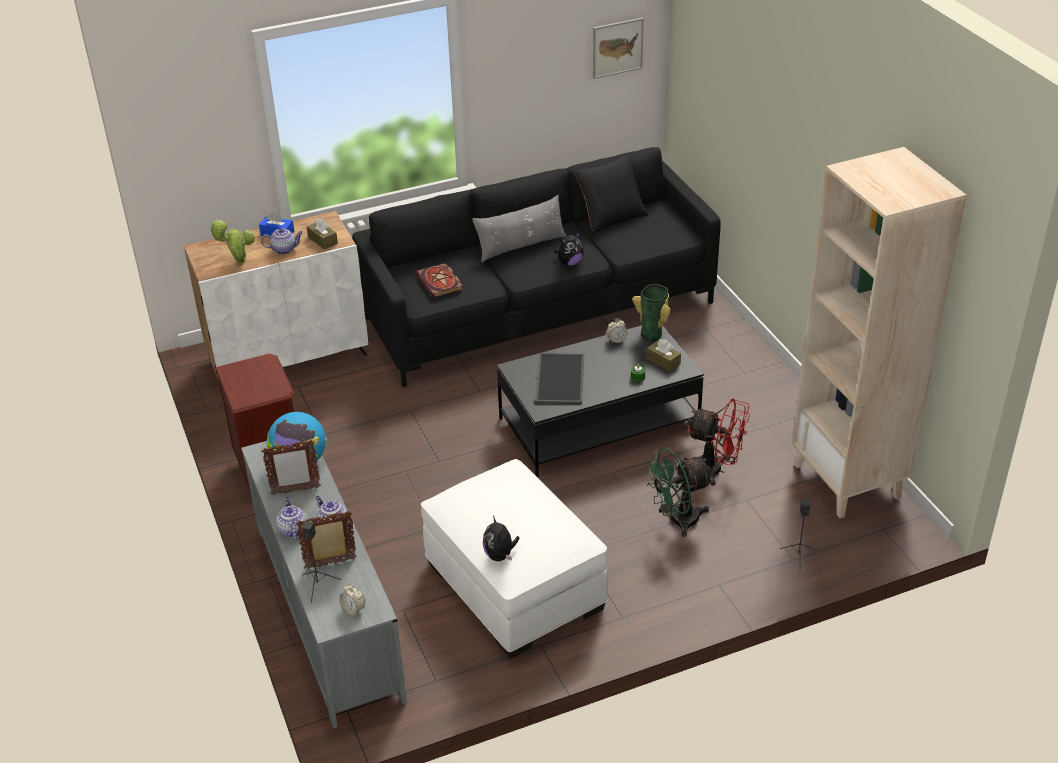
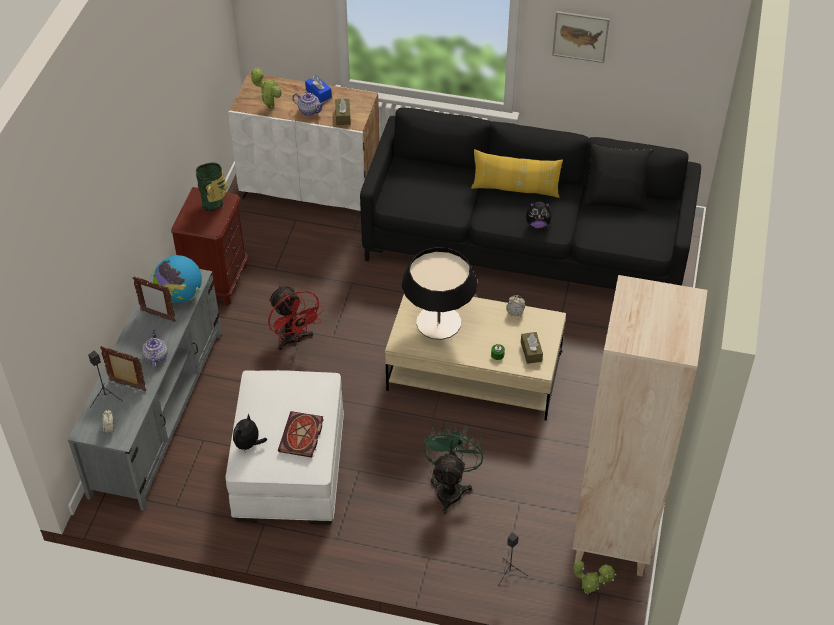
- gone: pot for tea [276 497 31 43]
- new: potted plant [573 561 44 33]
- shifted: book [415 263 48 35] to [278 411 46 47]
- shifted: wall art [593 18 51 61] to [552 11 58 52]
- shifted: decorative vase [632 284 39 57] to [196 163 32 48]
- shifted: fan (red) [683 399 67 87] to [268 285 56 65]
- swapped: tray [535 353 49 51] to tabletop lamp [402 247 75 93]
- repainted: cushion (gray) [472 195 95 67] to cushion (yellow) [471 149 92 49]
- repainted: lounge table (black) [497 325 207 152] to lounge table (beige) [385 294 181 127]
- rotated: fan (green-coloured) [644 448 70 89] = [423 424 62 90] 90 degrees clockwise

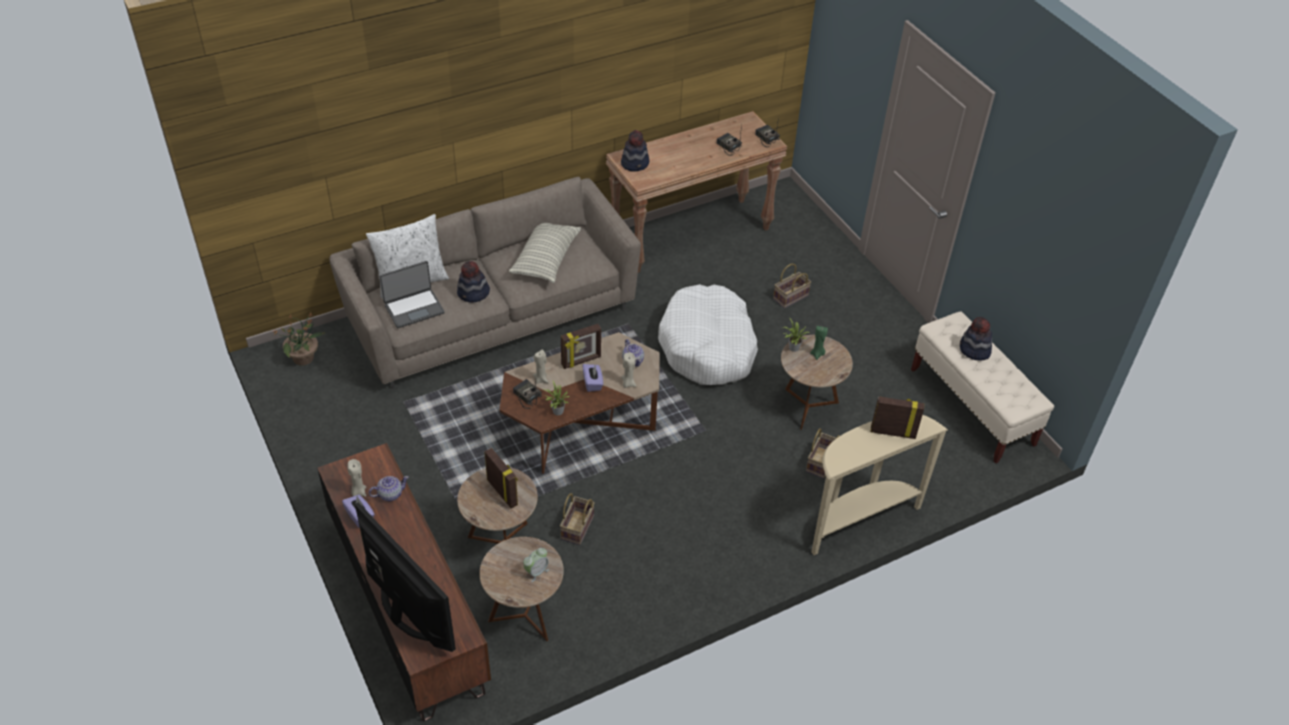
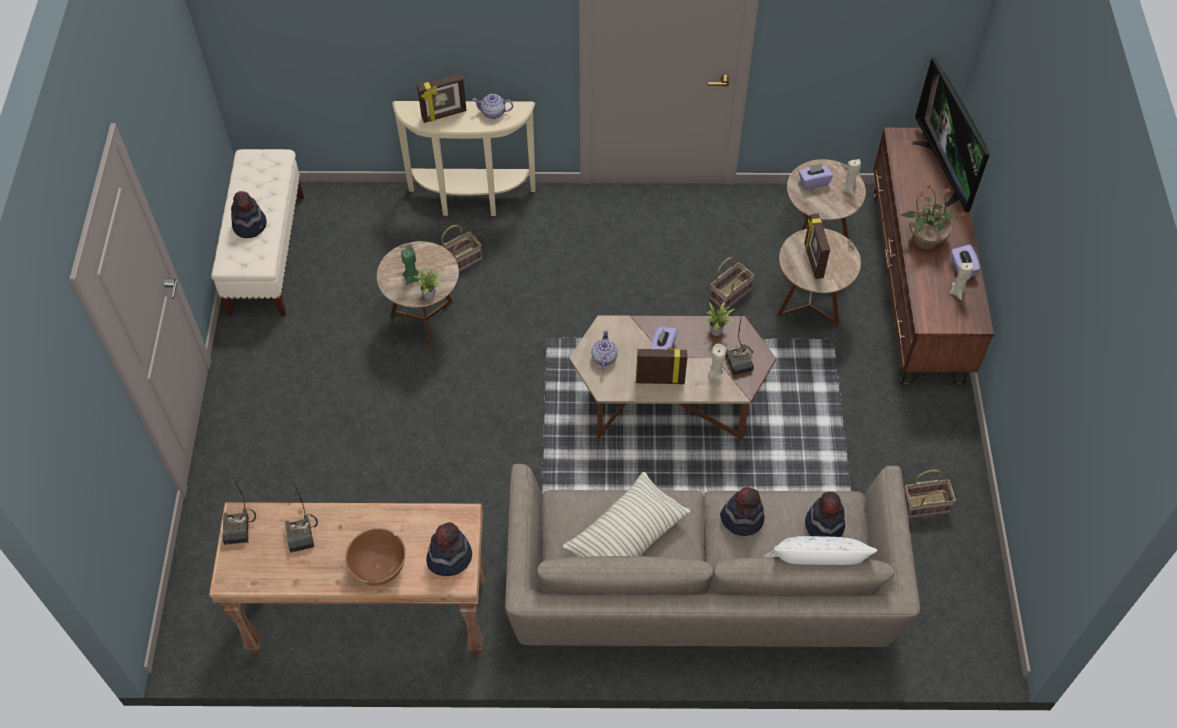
- gone: dog cushion (white) [658 284 100 101]
- new: deep dish (brownish) [345 528 61 58]
- shifted: potted plant [273 311 53 55] to [899 183 65 67]
- shifted: pot for tea [369 476 40 25] to [472 94 41 25]
- shifted: wax candle (beige) [621 352 15 36] to [842 159 19 37]
- shifted: basket [773 263 38 45] to [904 470 52 49]
- swapped: portable computer [380 261 65 67] to clothing hat [805 492 40 45]
- swapped: alarm clock [523 548 26 34] to tissue holder (purple-coloured) [799 164 34 26]
- rotated: picture frame [871 396 53 43] = [417 73 50 50] 60 degrees counterclockwise

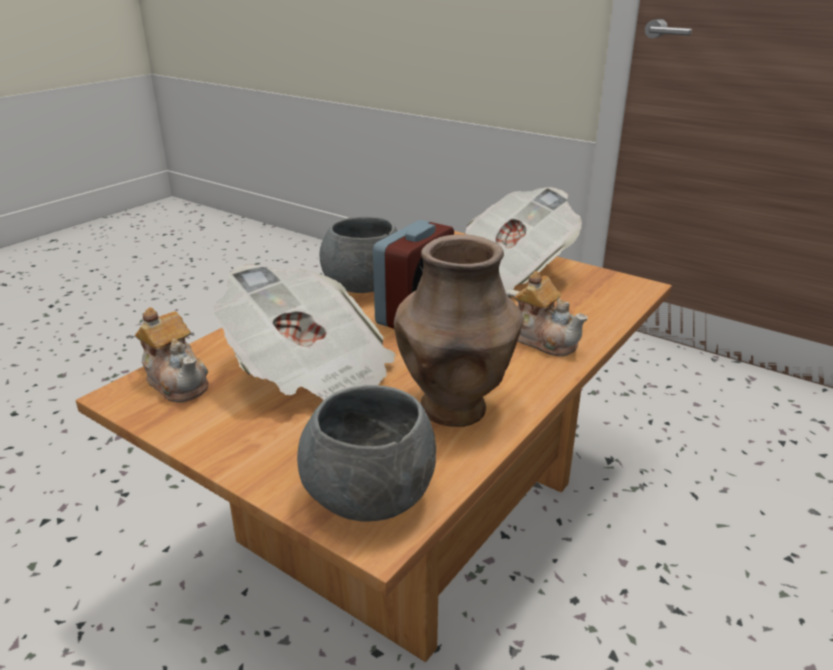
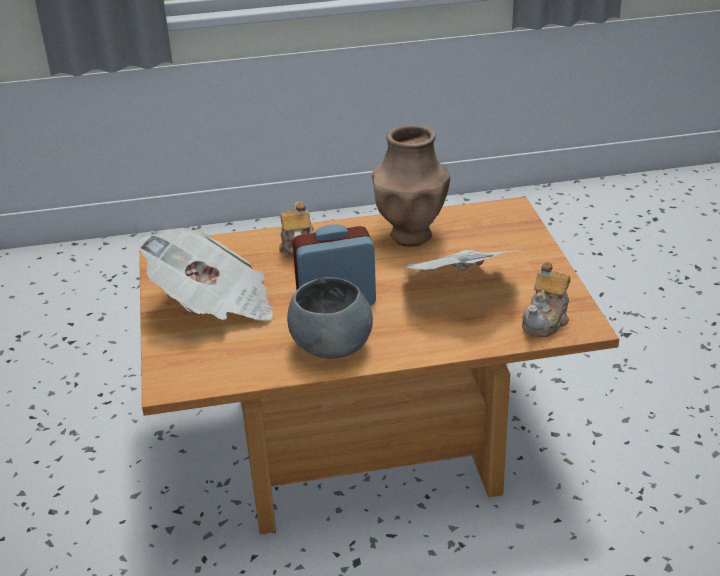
- gone: deep dish (gray) [297 385 139 137]
- rotated: pot for tea [135 307 74 96] = [522 261 49 76] 150 degrees counterclockwise

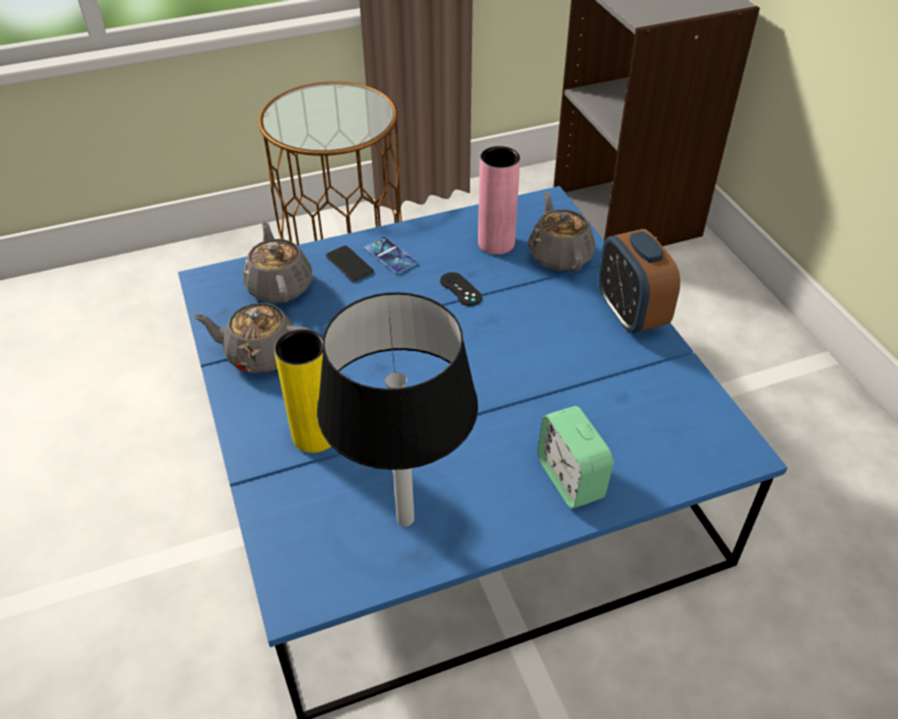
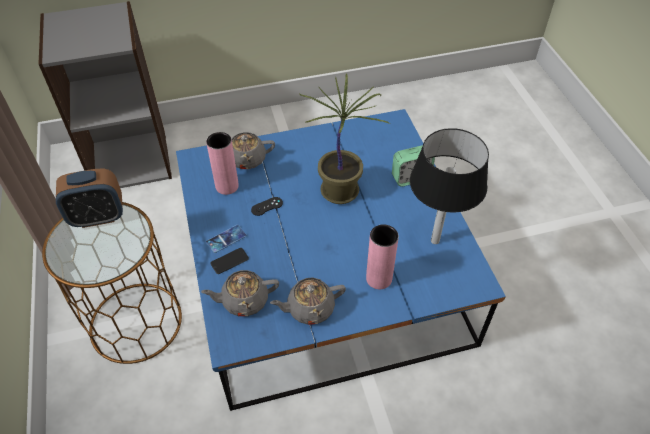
- new: potted plant [300 74 90 130]
- shifted: alarm clock [598 229 82 104] to [56 168 67 60]
- repainted: decorative vase (yellow) [274 329 57 124] to decorative vase (pink-coloured) [366 224 33 65]
- rotated: pot for tea (gray) [193 303 119 70] = [270 277 76 48] 60 degrees clockwise

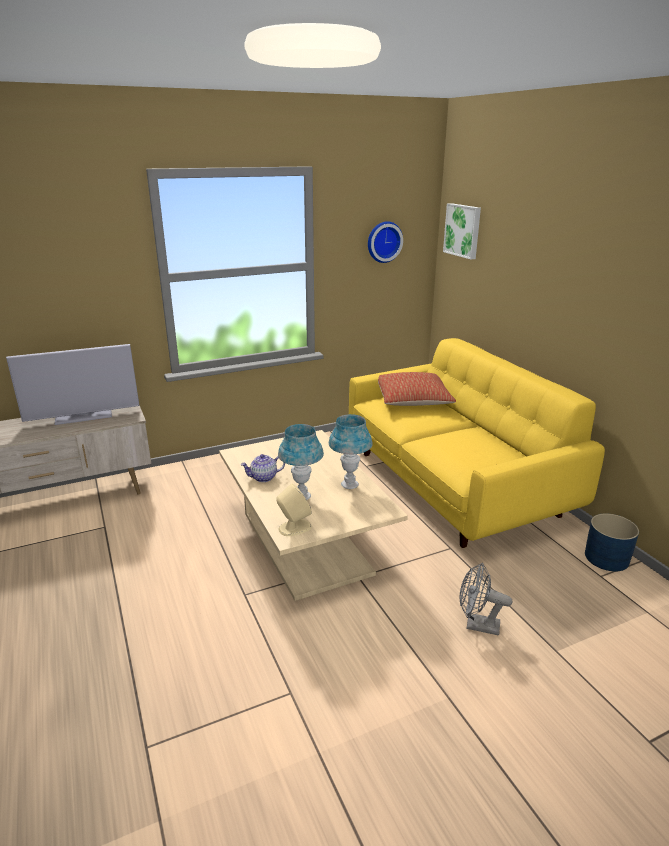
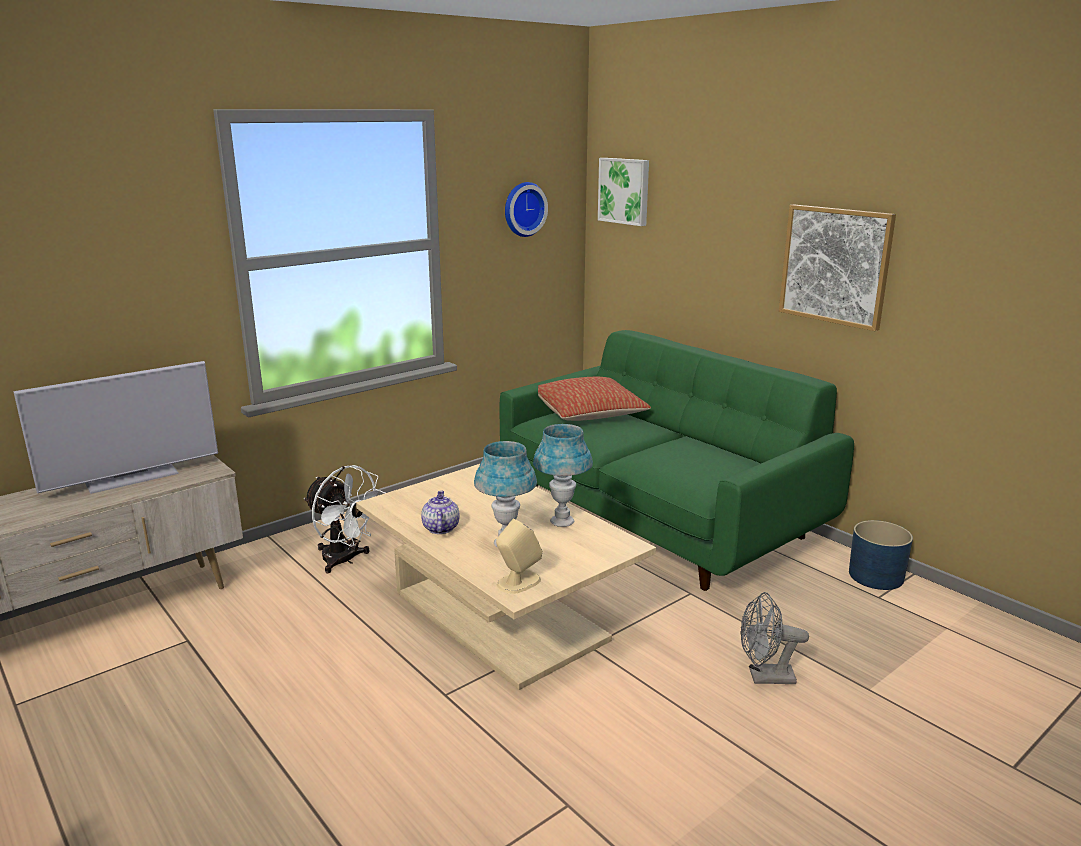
- new: fan (white) [304 465 81 108]
- new: wall art [779 205 117 126]
- repainted: couch (yellow) [349 338 256 210] to couch (green-coloured) [500 330 354 261]
- rotated: pot for tea [241 454 44 28] = [421 491 39 43] 120 degrees clockwise

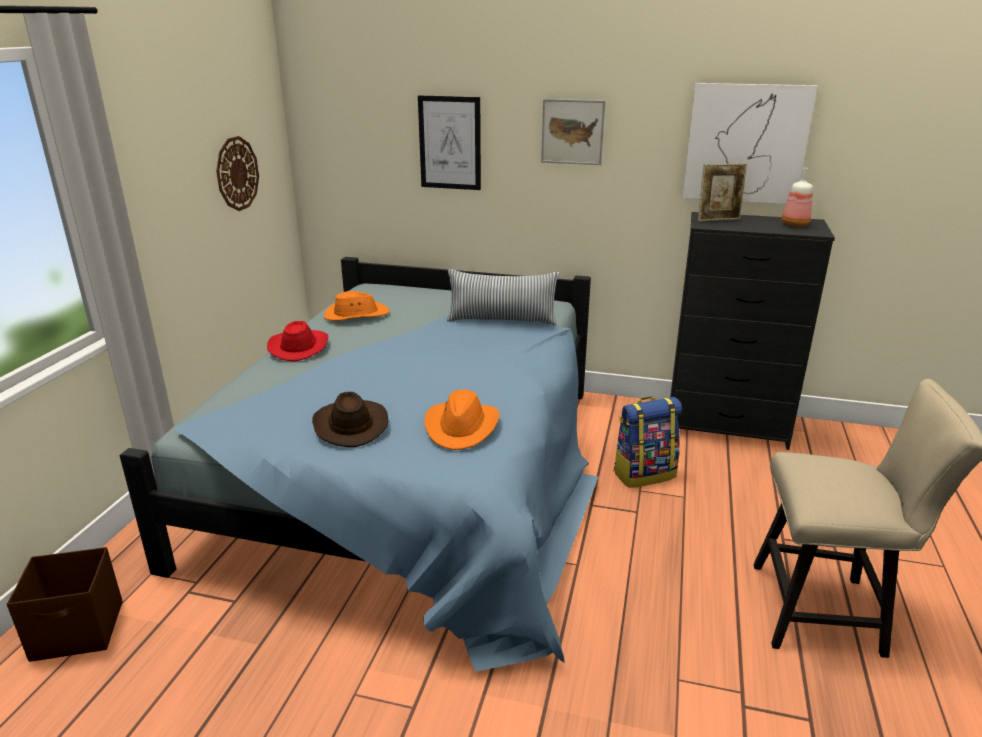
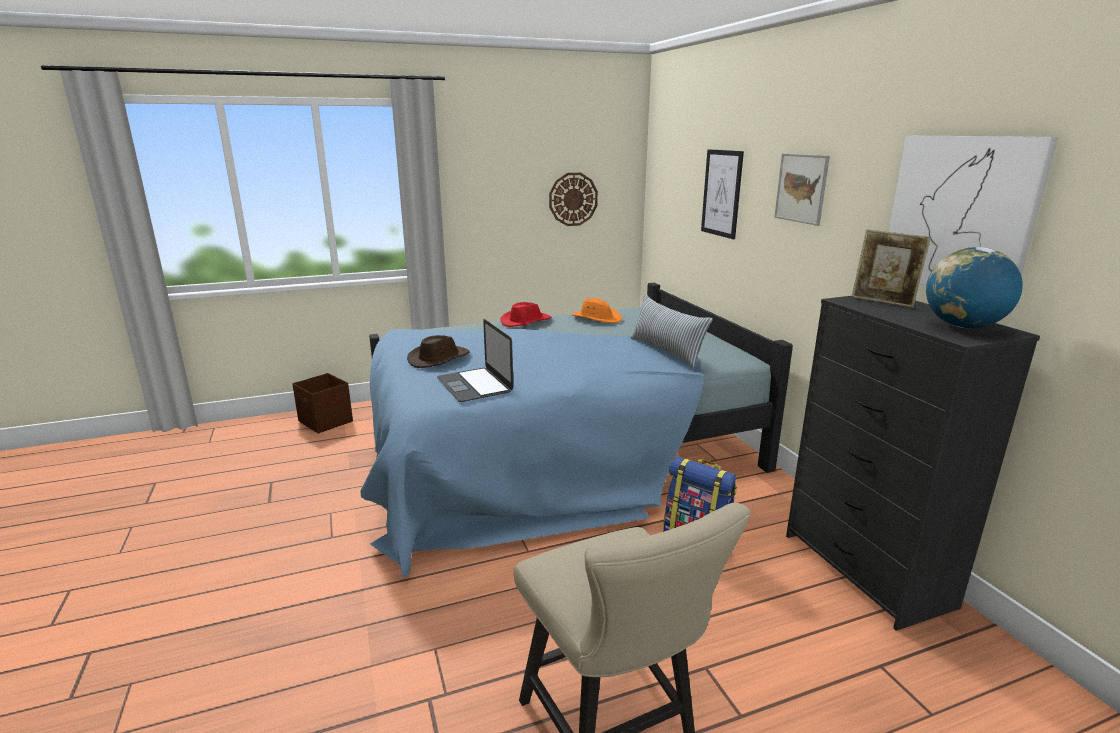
- swapped: clothing hat (orangey) [424 390 75 60] to portable computer [437 319 76 83]
- swapped: drink bottle [782 168 31 59] to globe [926 247 97 82]

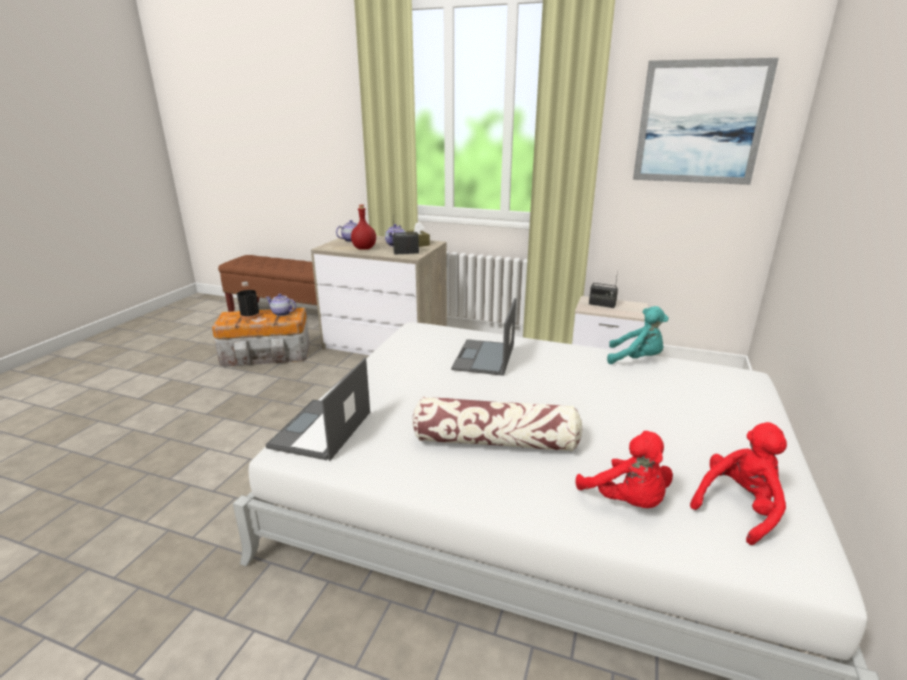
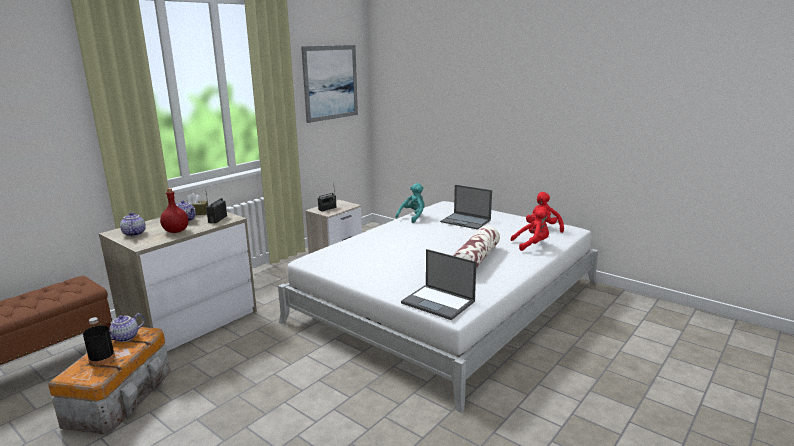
- shifted: portable computer [451 298 65 78] to [440 185 52 45]

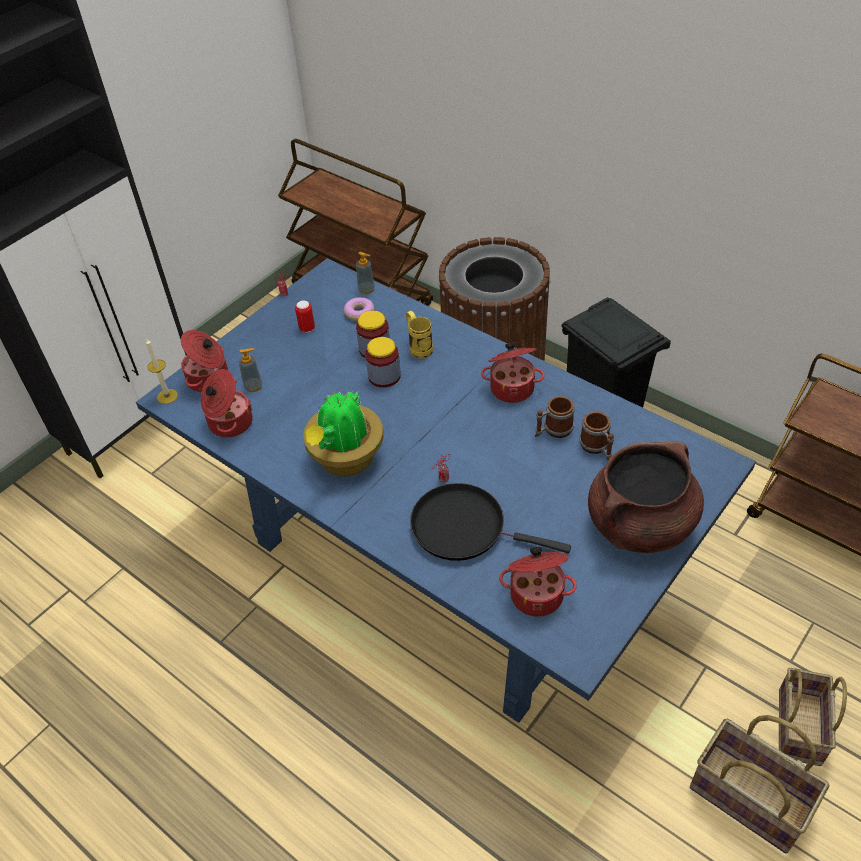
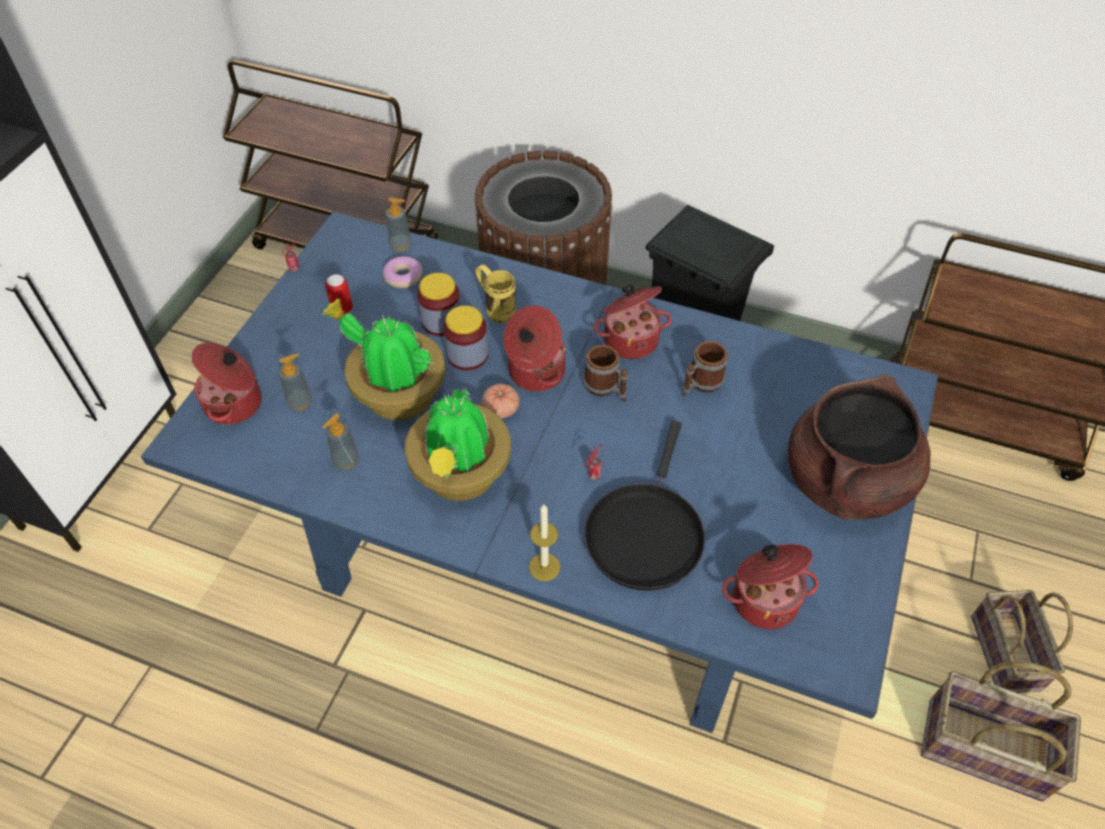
- new: potted plant [322 298 123 122]
- new: soap bottle [323 414 36 55]
- new: tomato [482 384 38 34]
- shifted: wax candle [146 338 32 66] to [529 505 31 76]
- shifted: stockpot [201 369 51 69] to [503 306 62 86]
- shifted: tea mug [579 412 35 49] to [583 345 45 57]
- rotated: skillet (black) [410 483 161 78] = [584 421 121 170] 75 degrees counterclockwise

